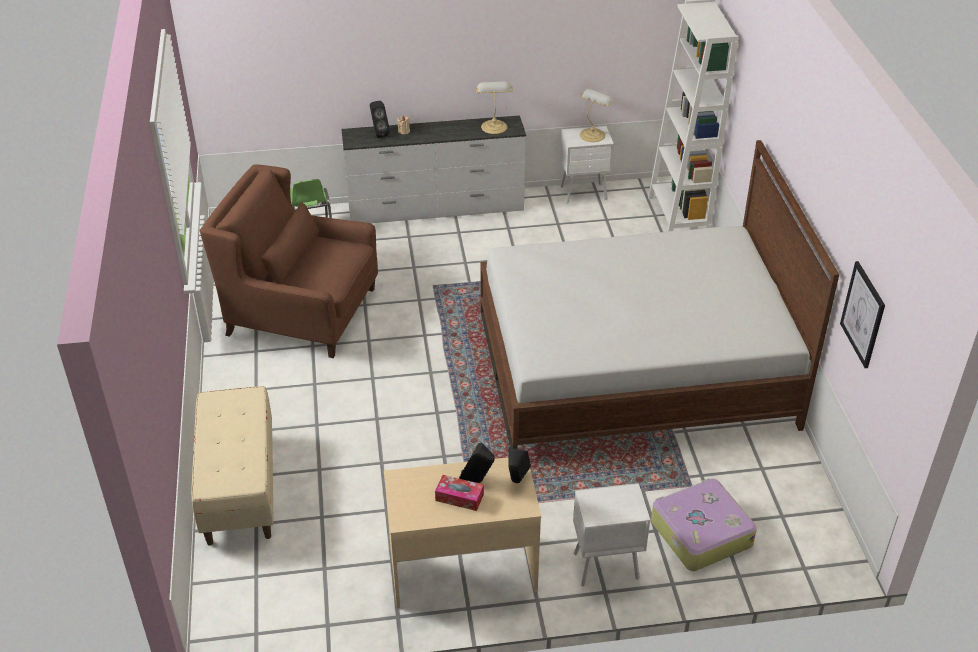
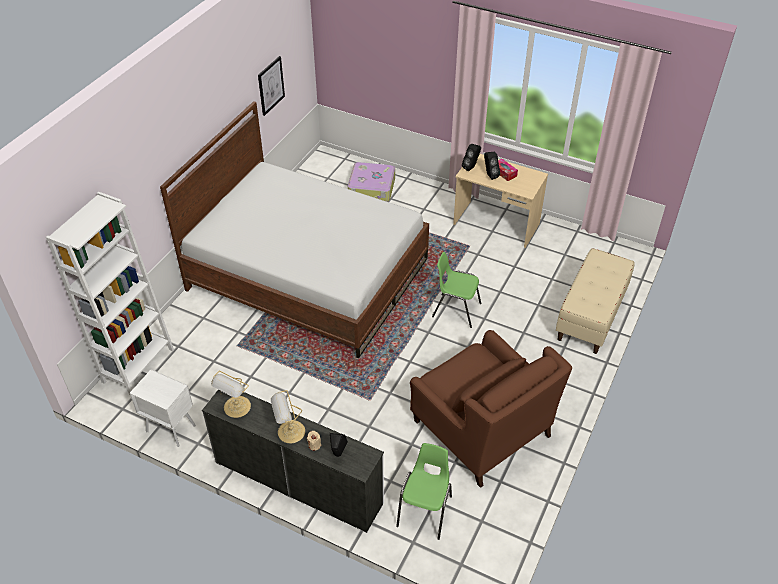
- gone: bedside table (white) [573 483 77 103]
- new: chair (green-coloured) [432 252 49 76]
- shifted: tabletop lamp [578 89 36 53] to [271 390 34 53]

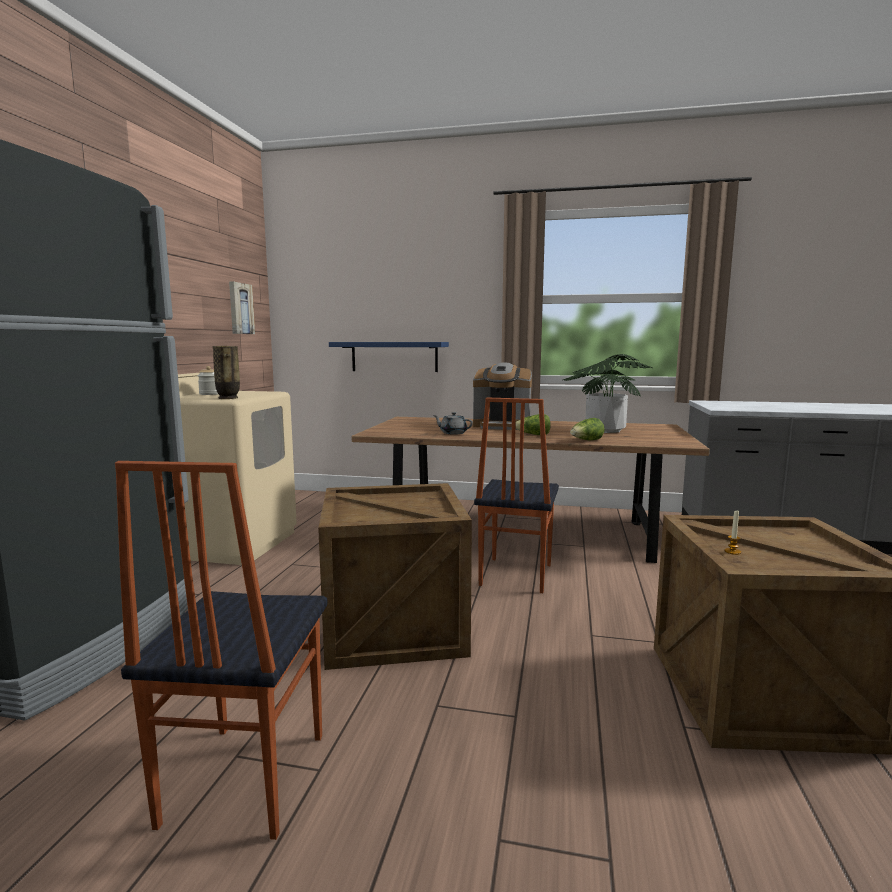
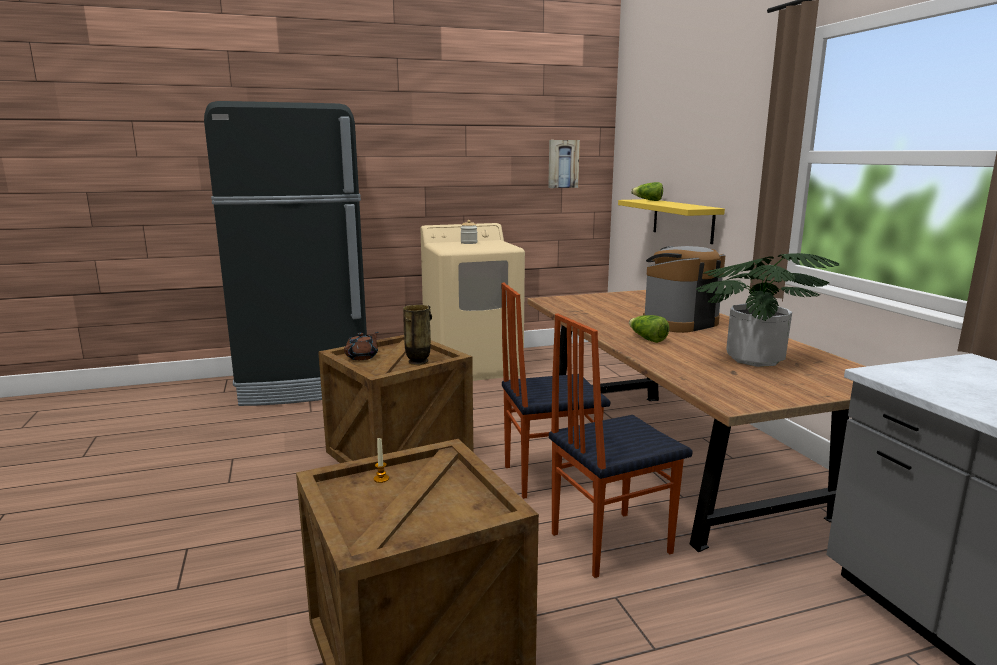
- gone: pot for tea (gray) [433 412 40 23]
- new: pot for tea (brownish) [344 332 34 28]
- shifted: chair [115 461 213 379] to [549 314 144 264]
- shifted: decorative vase [213 346 27 53] to [403 305 29 60]
- shifted: lettuce [570 418 35 22] to [631 182 32 19]
- repainted: bracket shelf (blue-coloured) [329 342 120 30] to bracket shelf (yellow) [618 199 107 45]
- rotated: coffee maker [473 363 59 67] = [643 246 83 87] 75 degrees clockwise

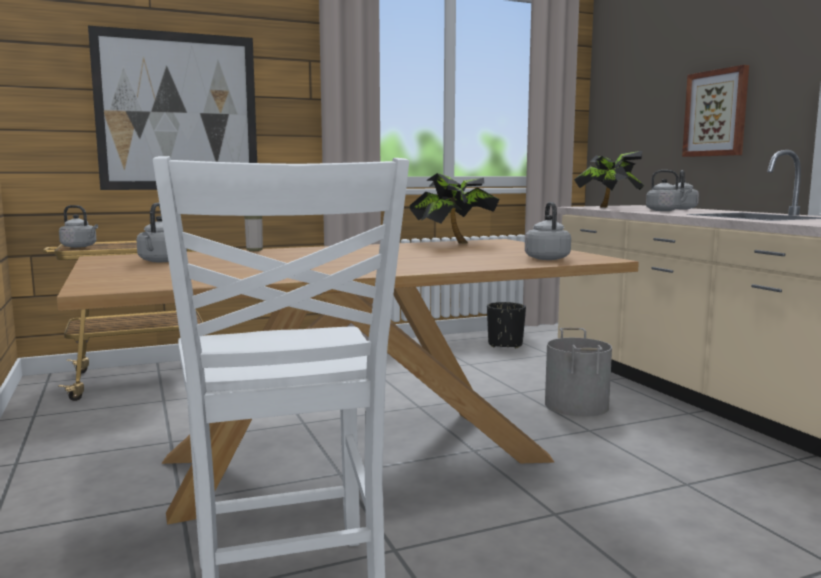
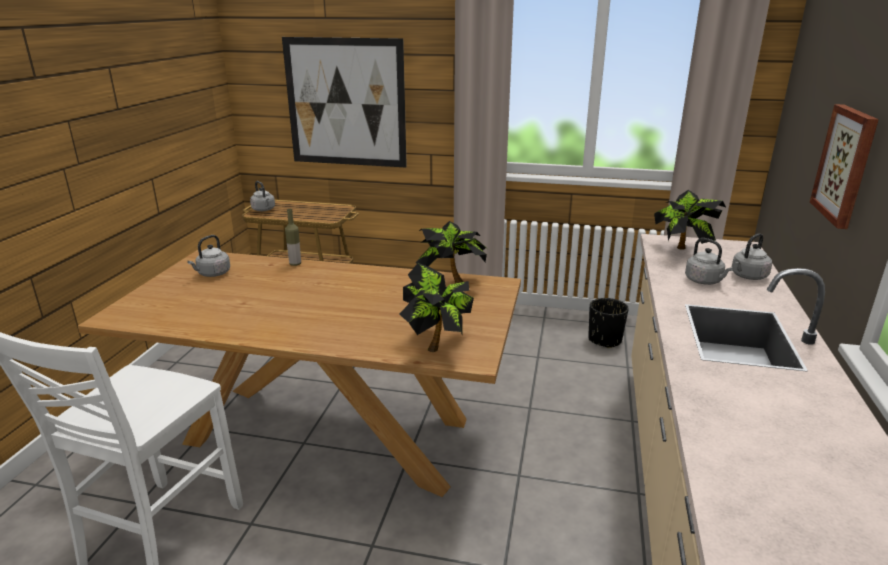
- gone: water bucket (gray) [545 327 67 90]
- swapped: water kettle (gray) [525 202 46 58] to potted plant [400 263 74 89]

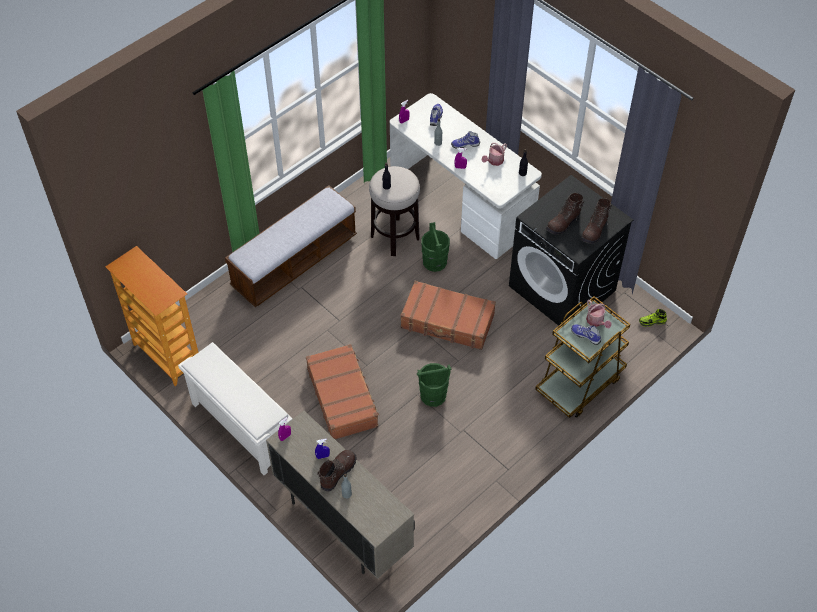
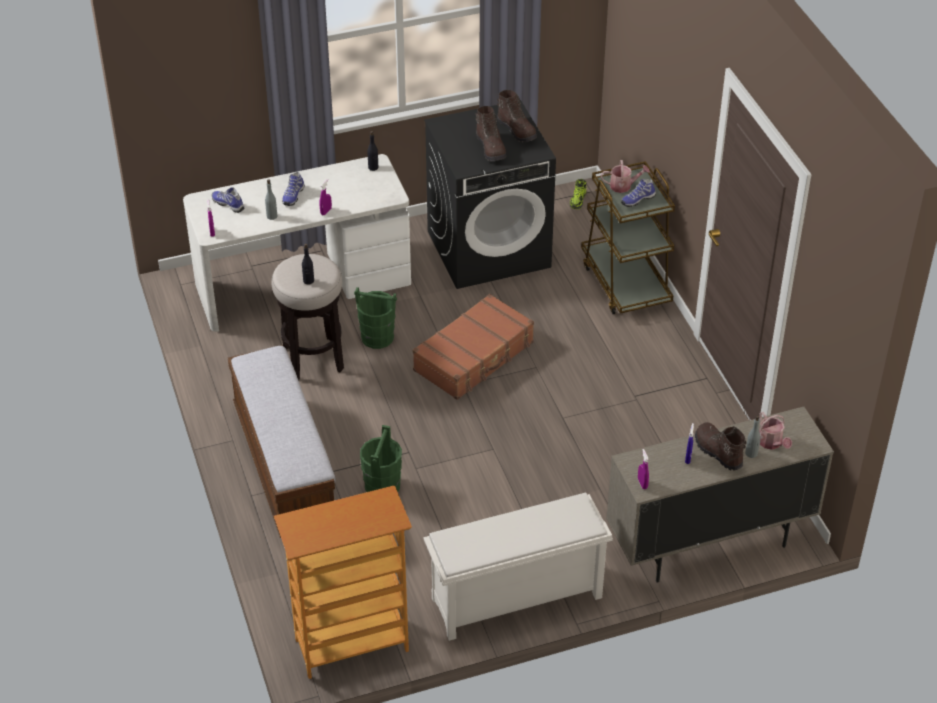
- gone: suitcase (brownish) [306 344 73 96]
- shifted: water bucket (green-coloured) [417 363 34 44] to [360 425 42 67]
- shifted: sprinkling can [482 143 25 23] to [759 412 33 38]

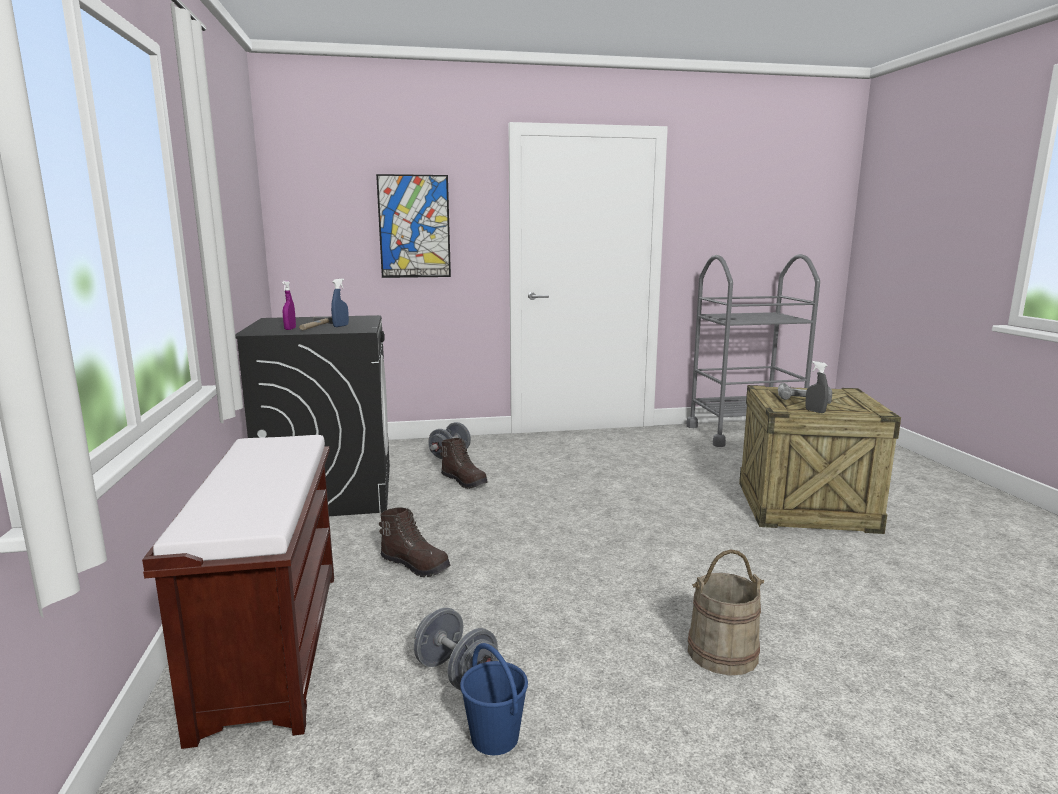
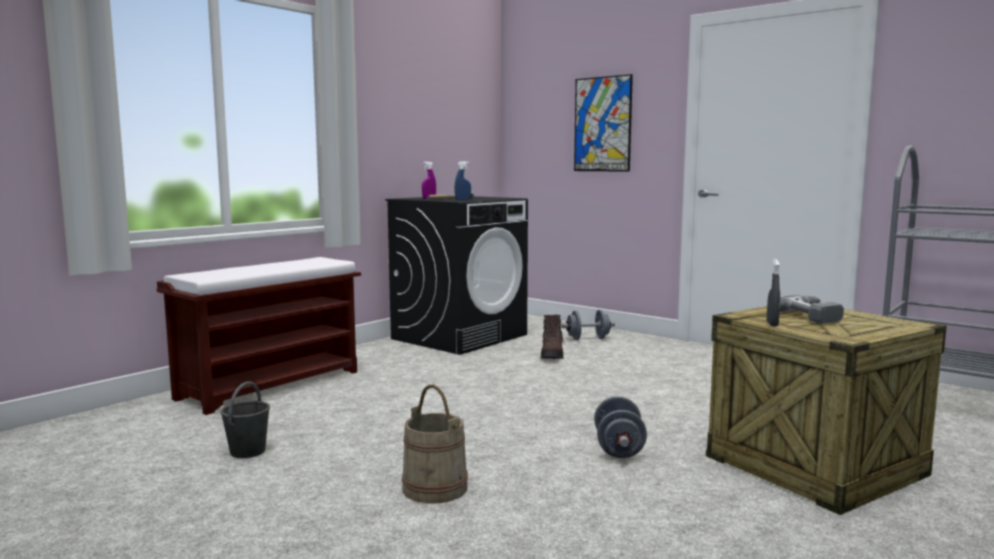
- gone: high-top boot (brownish) [379 507 71 70]
- shifted: dumbbell (gray) [414 608 85 82] to [594 396 53 62]
- repainted: water bucket (blue-coloured) [460 643 68 112] to water bucket (gray) [220 381 50 77]

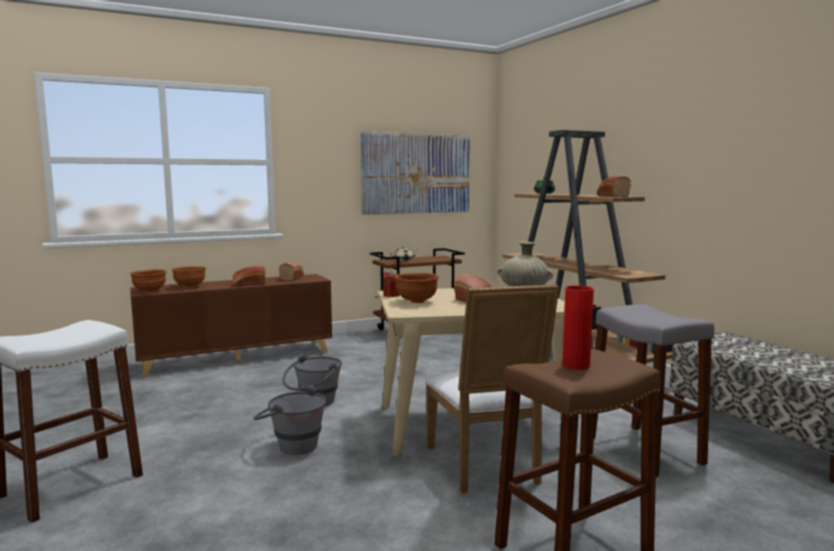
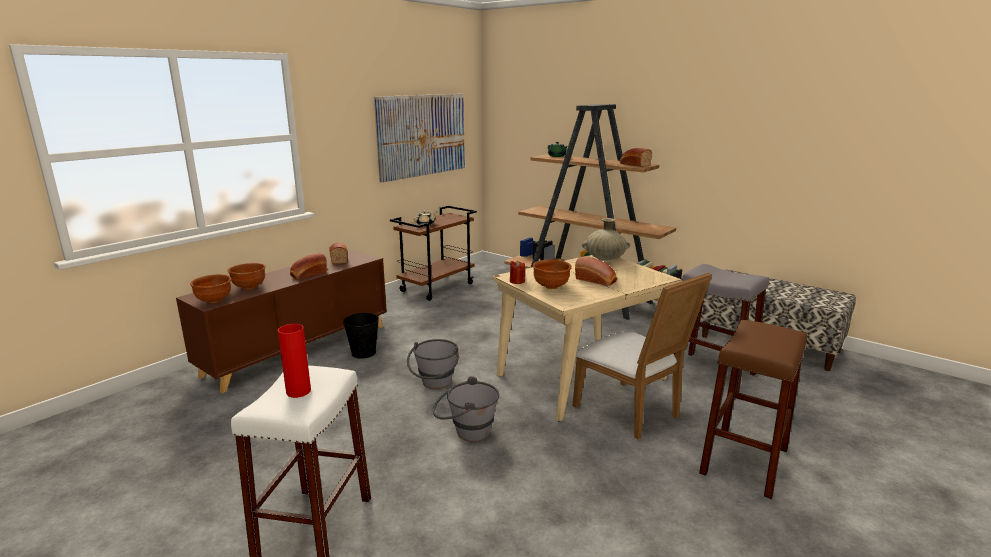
- new: water bucket (black) [343 313 36 46]
- shifted: decorative vase (red) [562 286 32 84] to [278 324 33 74]

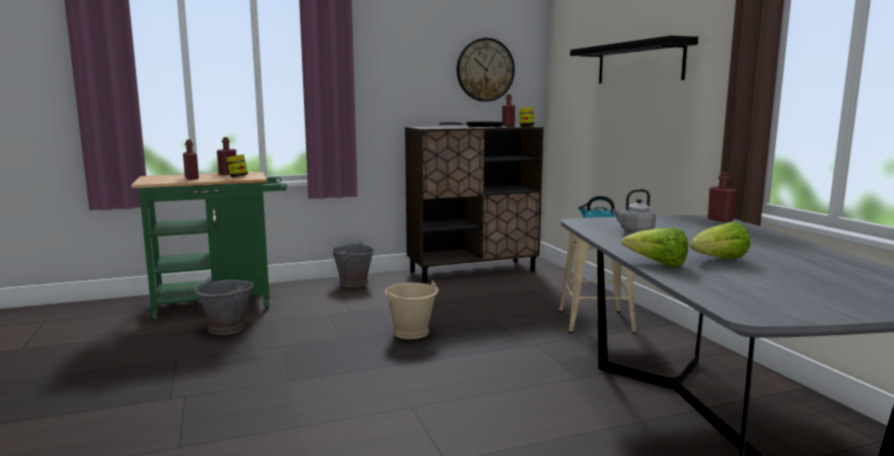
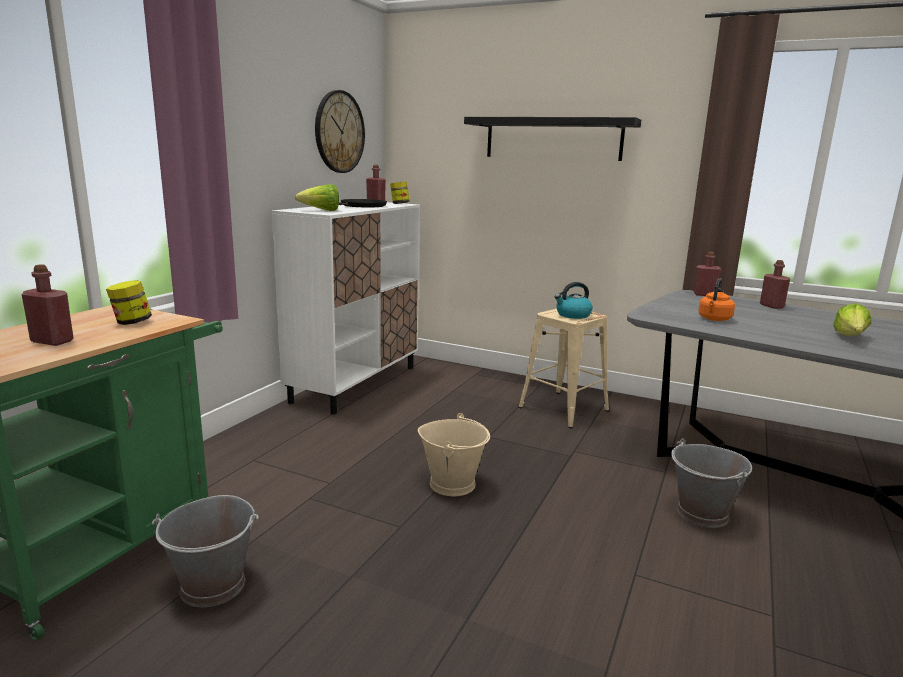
- shifted: drink bottle (red) [217 137 19 38] to [760 260 30 49]
- shifted: water bucket (gray) [331 240 43 47] to [671 438 81 90]
- shifted: lettuce [622 228 66 40] to [295 184 44 27]
- repainted: storage cabinet (brownish) [405 125 139 158] to storage cabinet (white) [272 202 148 213]
- repainted: water kettle (gray) [612 189 44 44] to water kettle (orangey) [698 278 37 43]

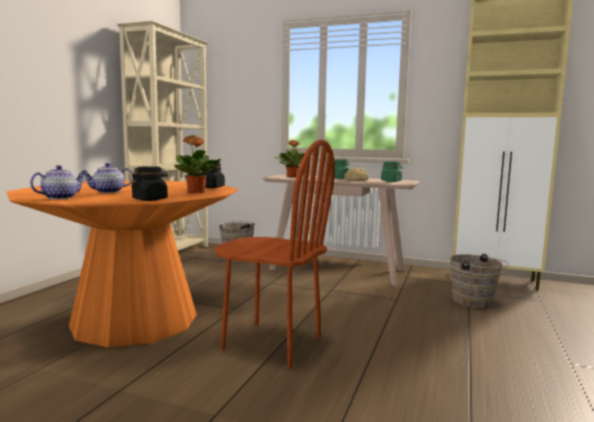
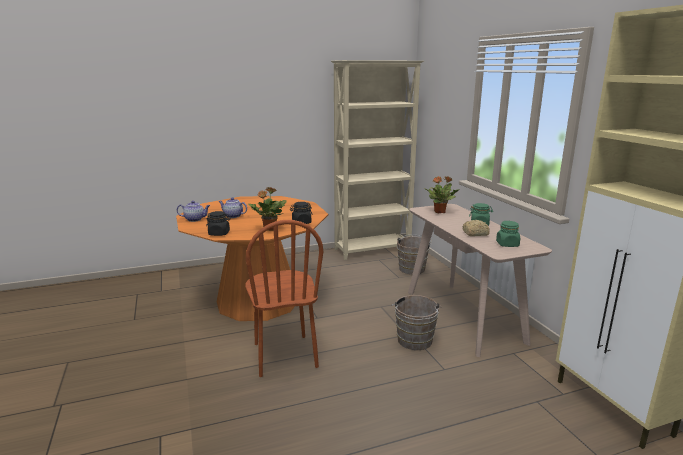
- shifted: water bucket (brownish) [450 254 58 54] to [391 295 50 55]

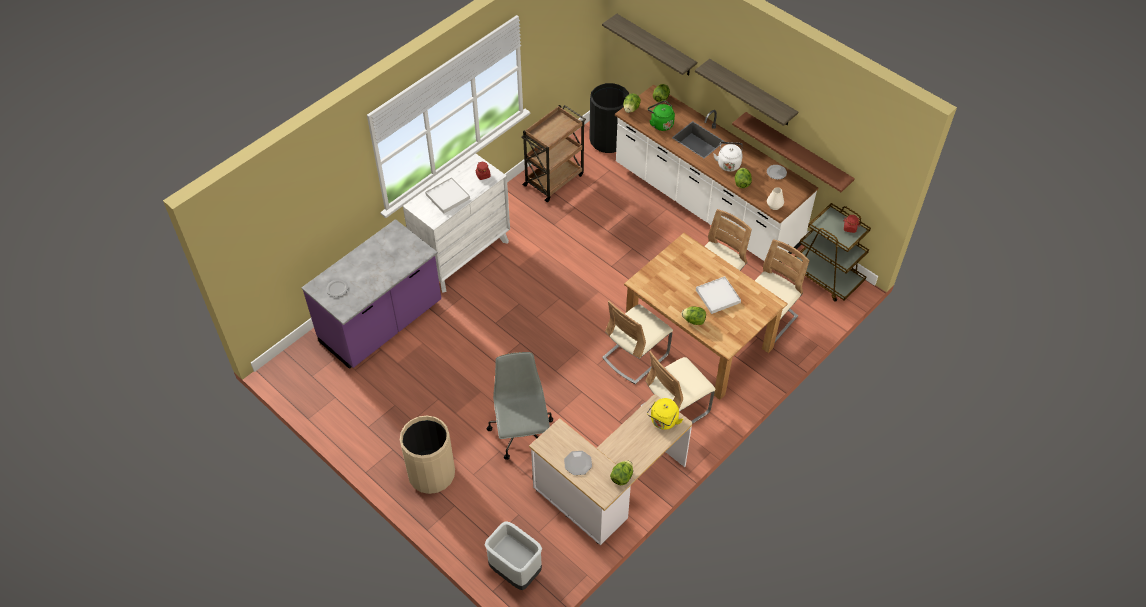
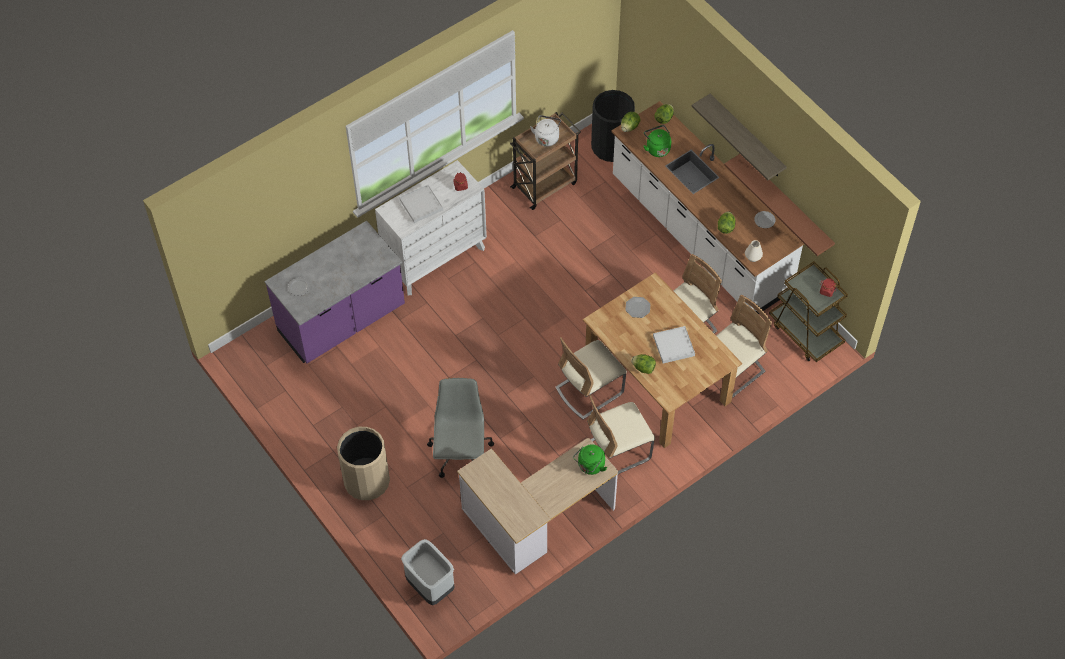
- gone: bracket shelf [602 14 95 62]
- gone: lettuce [610 460 23 25]
- shifted: plate [564 451 28 24] to [625 297 25 21]
- shifted: water kettle (white) [713 142 30 30] to [530 115 31 32]
- repainted: water kettle (yellow) [647 398 36 32] to water kettle (green-coloured) [573 444 34 31]

